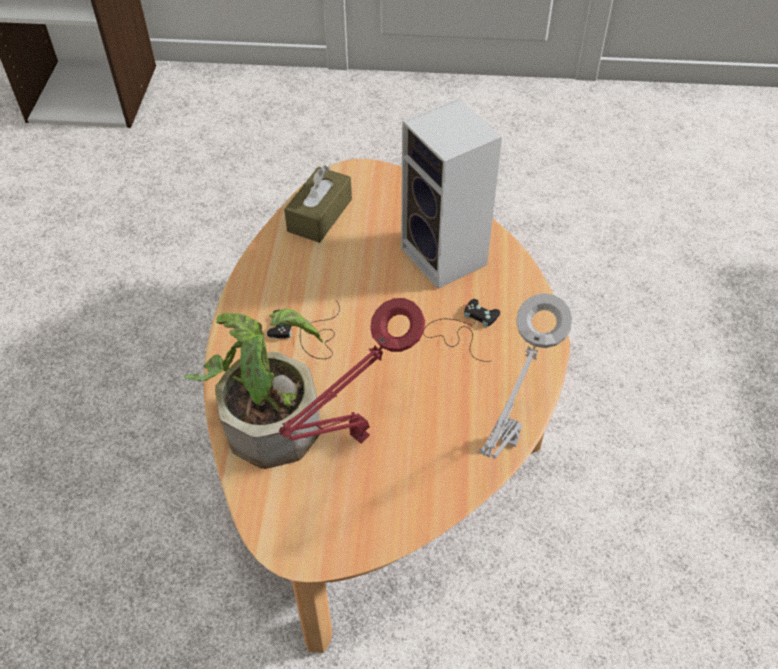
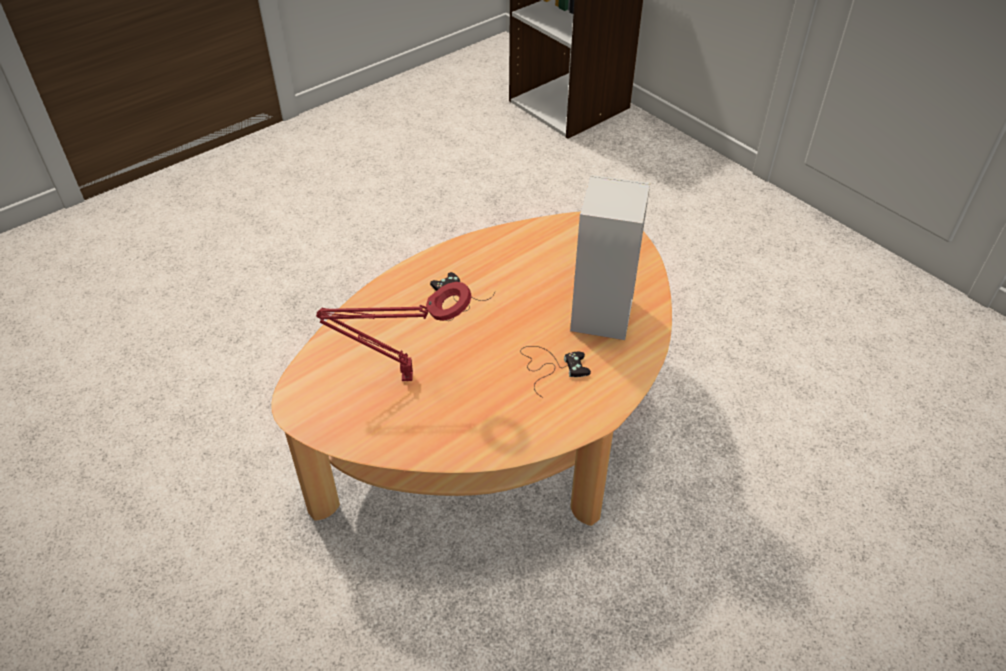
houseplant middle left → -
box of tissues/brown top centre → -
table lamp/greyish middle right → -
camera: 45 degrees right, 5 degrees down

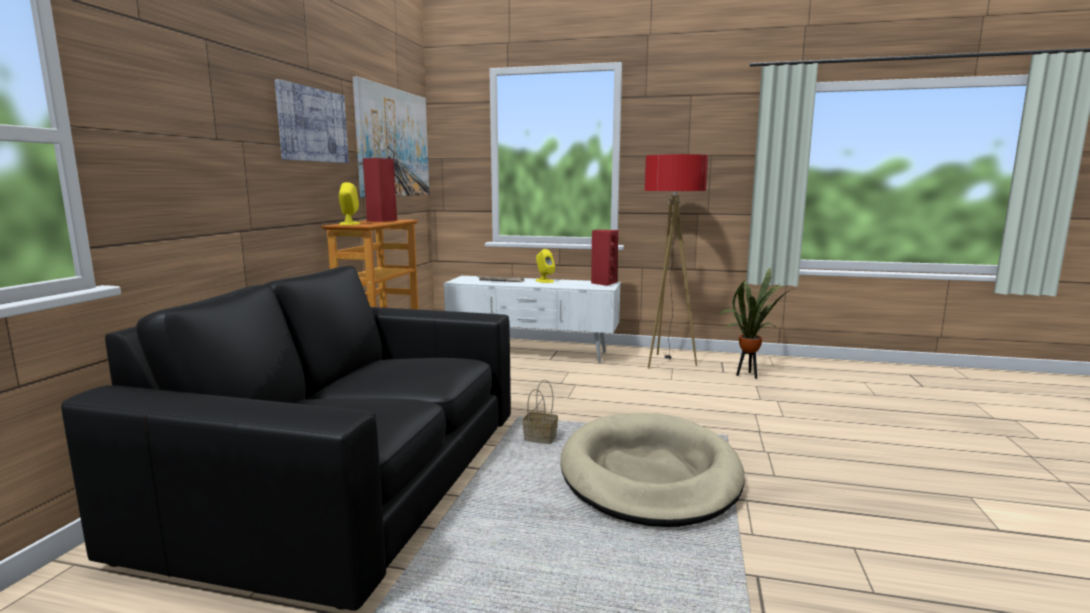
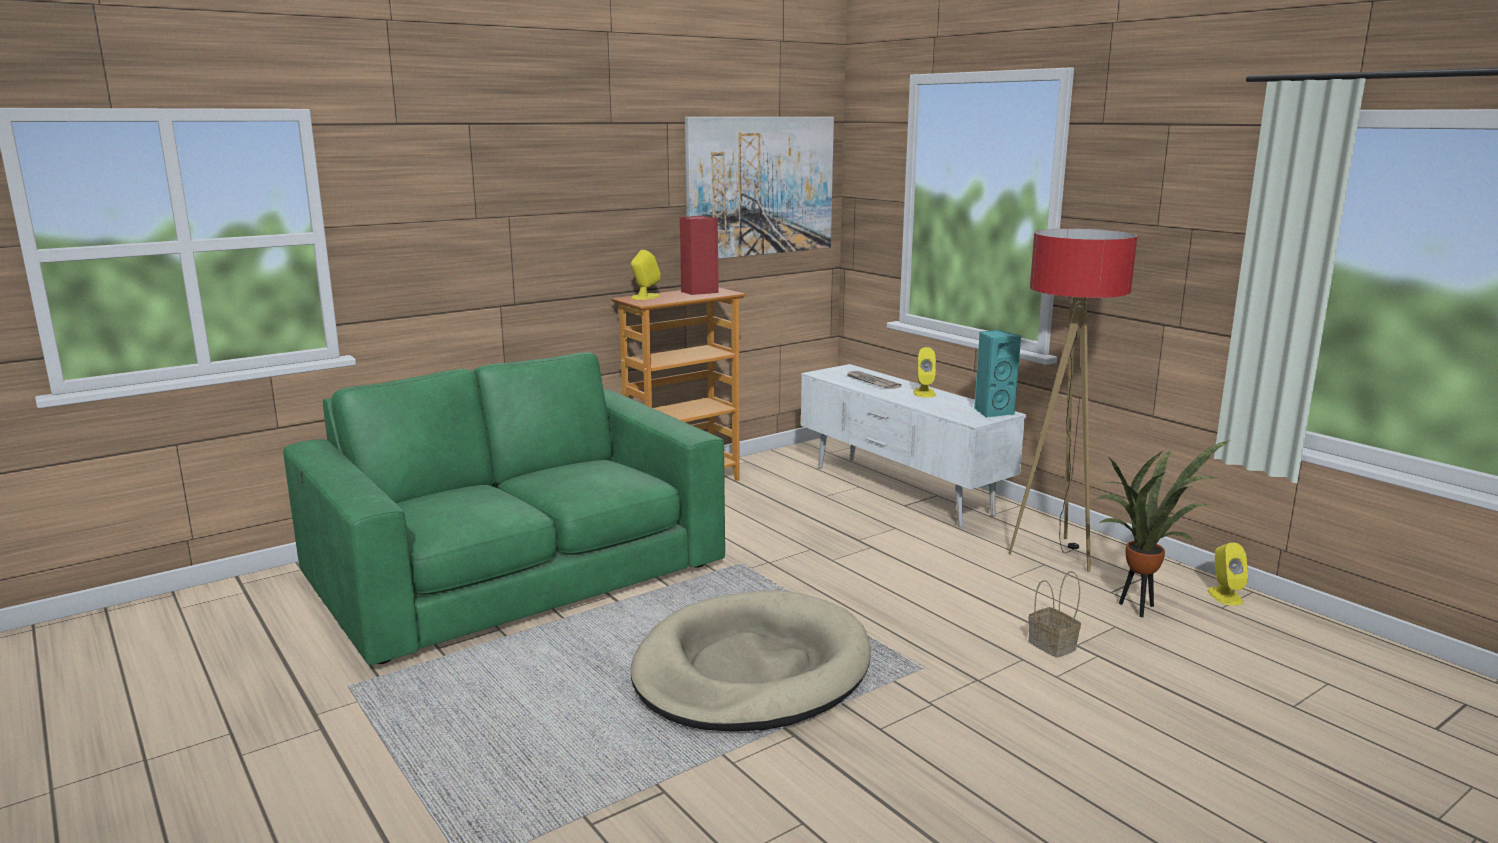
sofa/black-coloured bottom left → sofa/green-coloured centre
loudspeaker/reddish (2nd from left) centre → loudspeaker/turquoise centre
storage basket bottom centre → storage basket bottom right, move
- → loudspeaker/yellowish (3rd from left) bottom right
wall art (1st from left) top left → -
camera: 40 degrees right, 5 degrees up

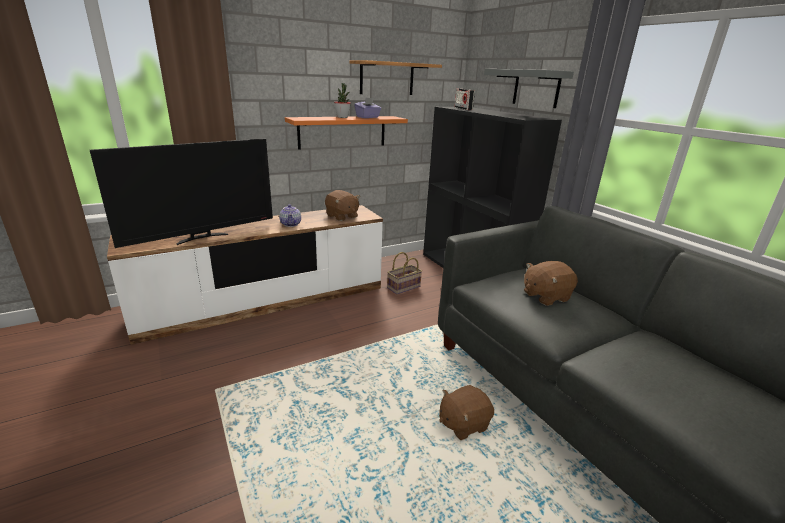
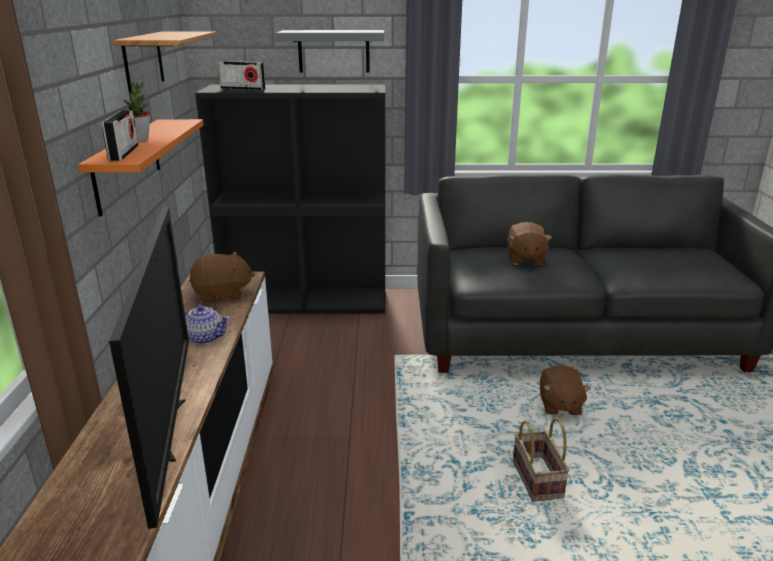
- → radio receiver (1st from left) top left
storage basket centre → storage basket bottom right, move
box of tissues/purple top centre → -
camera: 60 degrees left, 0 degrees up

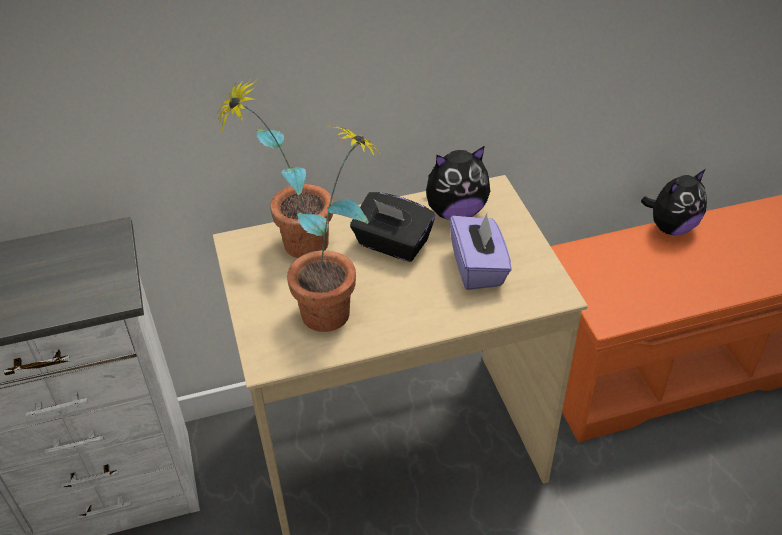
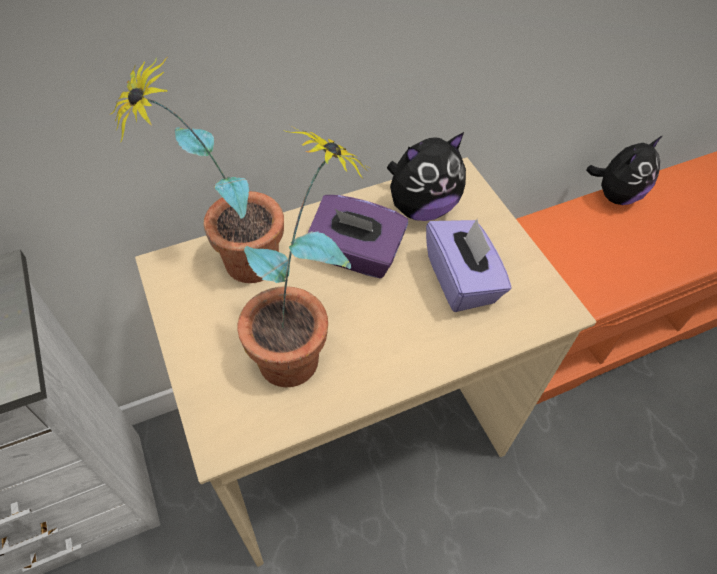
box of tissues/black-coloured centre → box of tissues/purple (1st from left) centre
camera: 10 degrees left, 10 degrees up

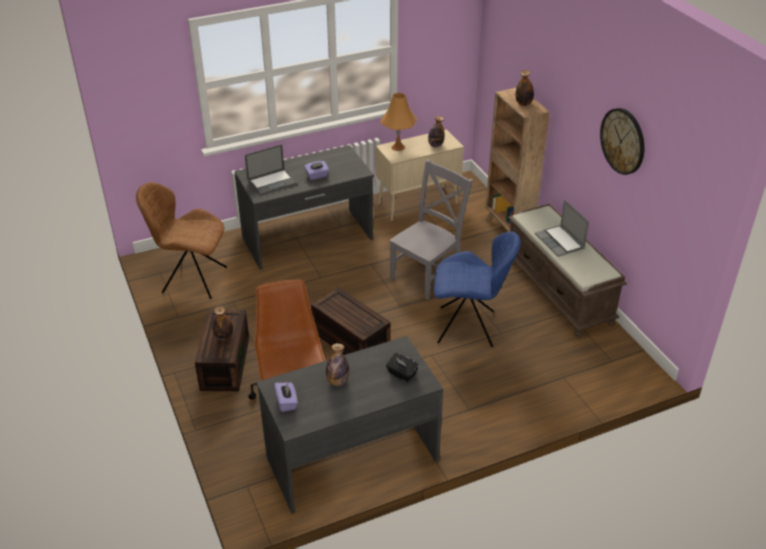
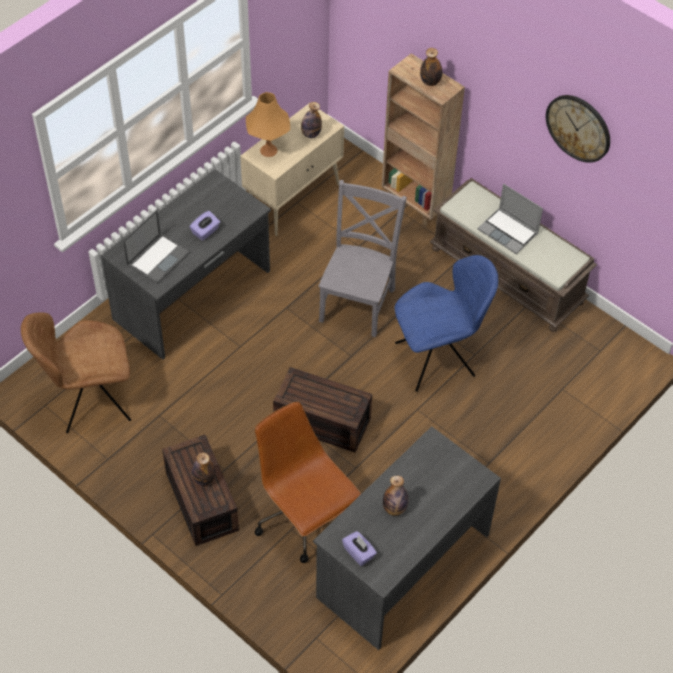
box of tissues/black-coloured bottom centre → -
camera: 25 degrees left, 15 degrees up

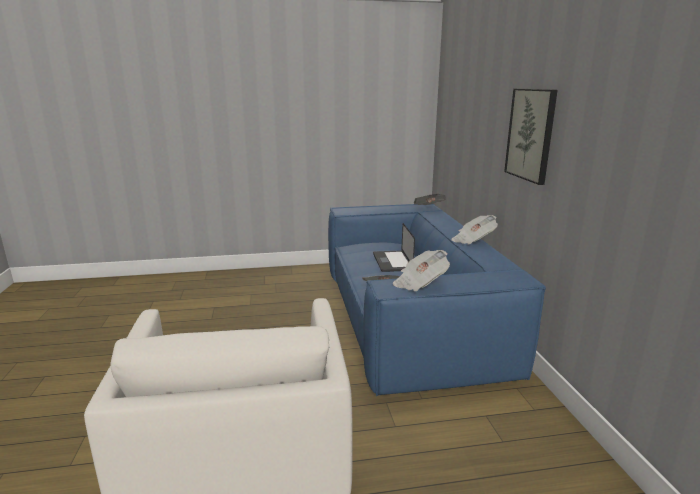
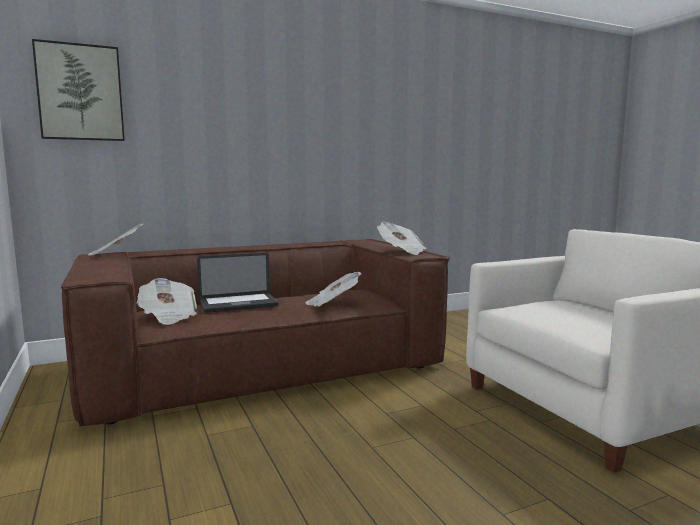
wall art top right → wall art top left, move
sofa/blue centre → sofa/brown centre
newspaper (4th from left in the first image) middle right → newspaper (2nd from left) middle left, move
camera: 105 degrees left, 10 degrees down

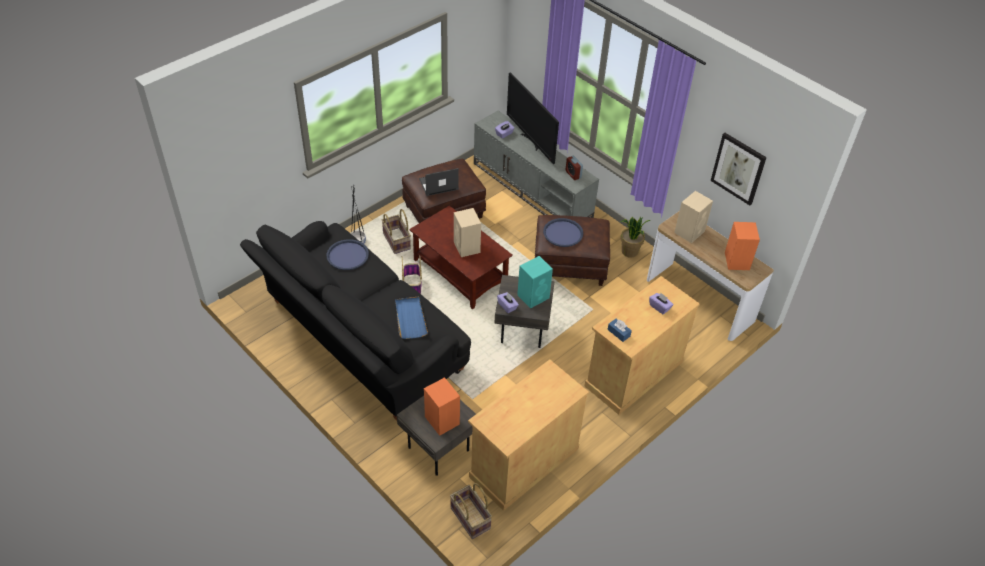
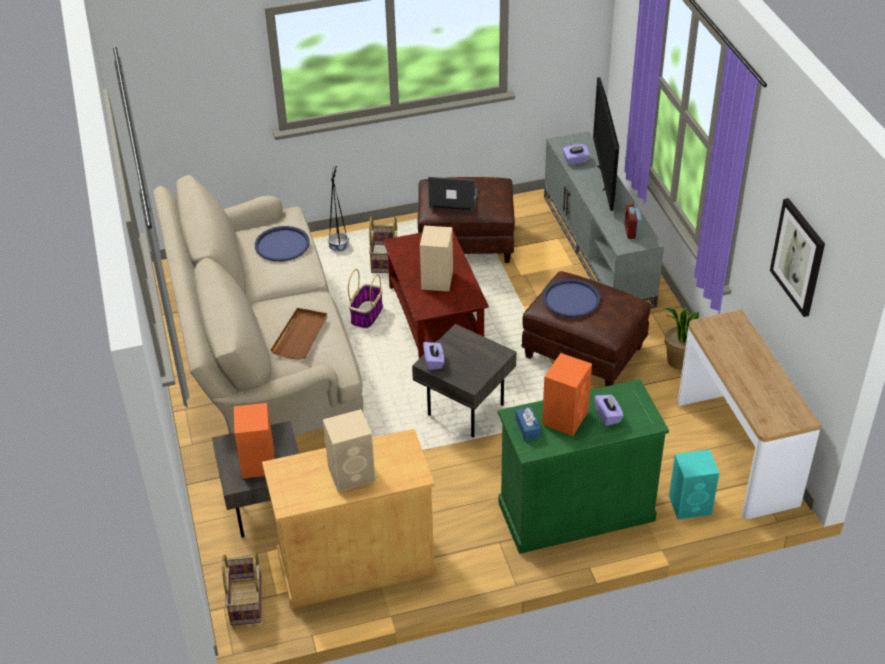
sofa/black-coloured centre → sofa/beige-coloured middle left
carrying tray/blue (2nd from left) centre → carrying tray/brown centre
loudspeaker/beige-coloured (2nd from left in the first image) middle right → loudspeaker/beige-coloured (1st from left) bottom centre, move
cabinet/beige-coloured (2nd from left) centre → cabinet/green-coloured bottom centre
loudspeaker/orangey (2nd from left) middle right → loudspeaker/orangey (2nd from left) centre, move
loudspeaker/turquoise centre → loudspeaker/turquoise bottom right, move
camera: 30 degrees right, 5 degrees down

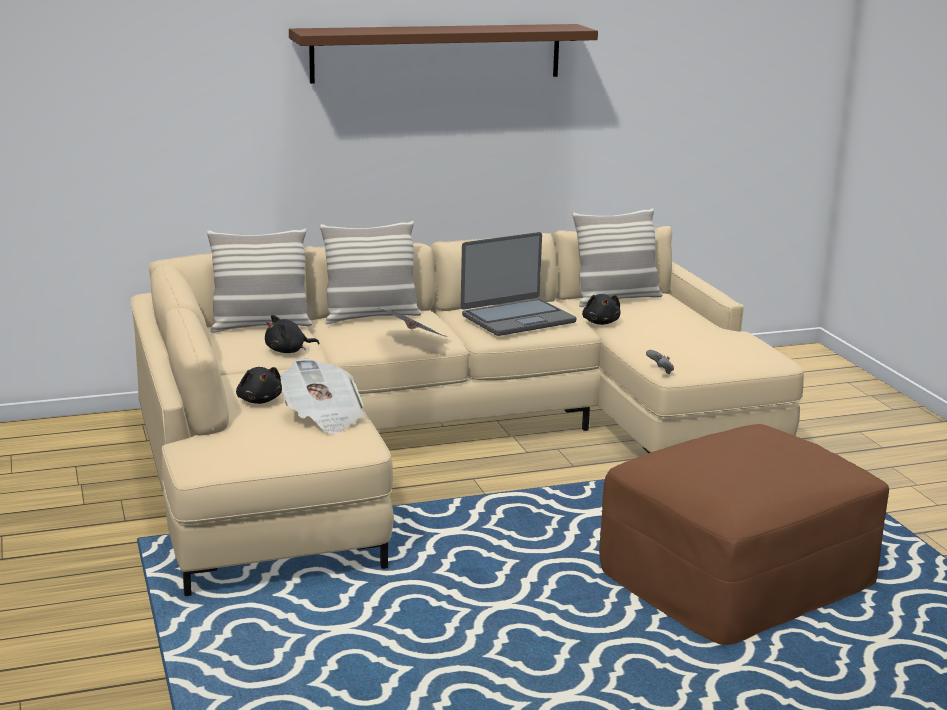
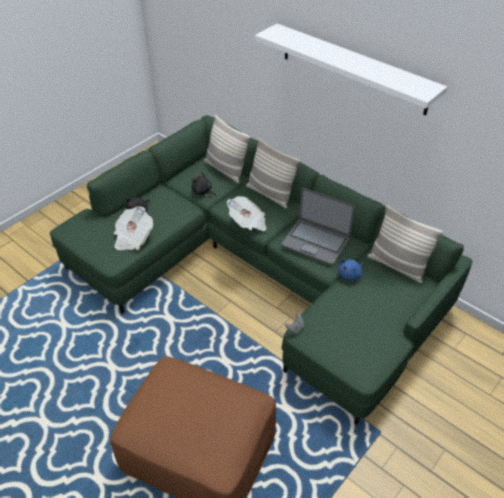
sofa/beige-coloured centre → sofa/green-coloured centre
bracket shelf/brown top centre → bracket shelf/whitish top right
soft toy/black-coloured (3rd from left) centre → soft toy/blue middle right
camera: 60 degrees right, 25 degrees up

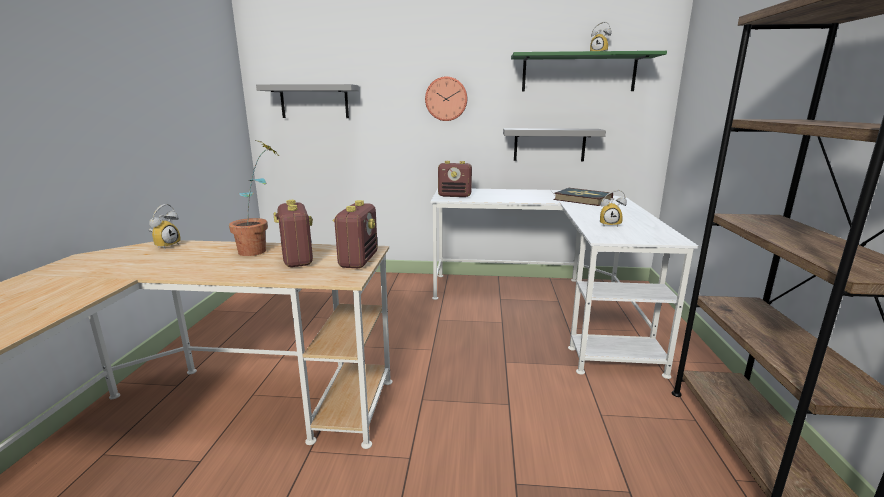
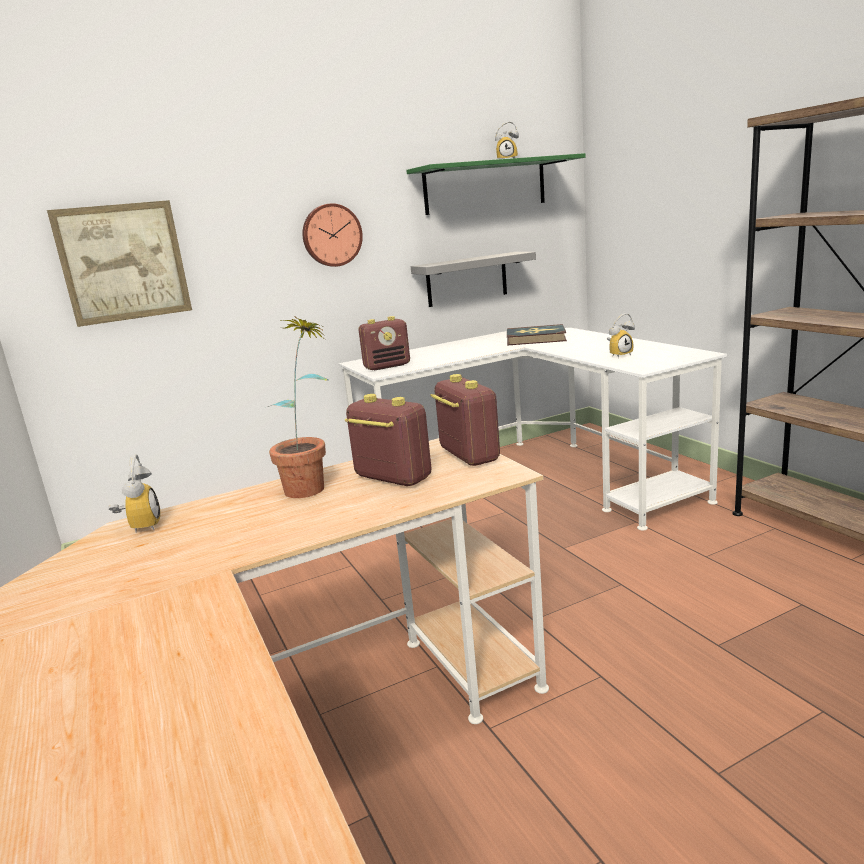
bracket shelf/greyish (1st from left) top centre → wall art top left
camera: 30 degrees left, 0 degrees up

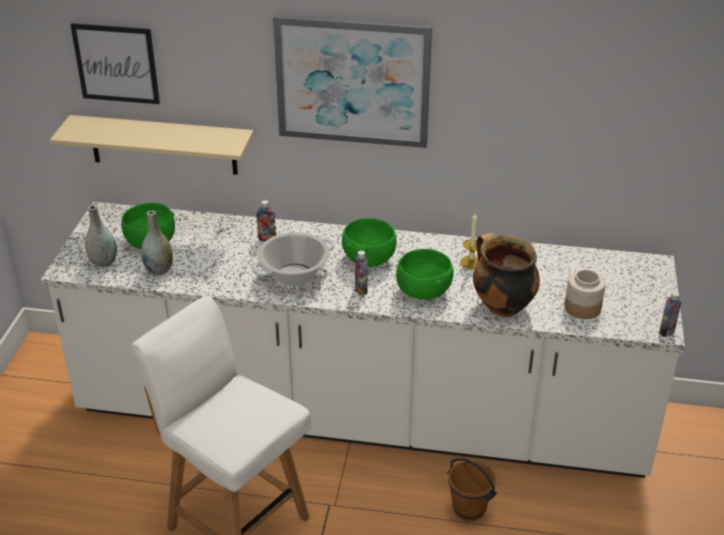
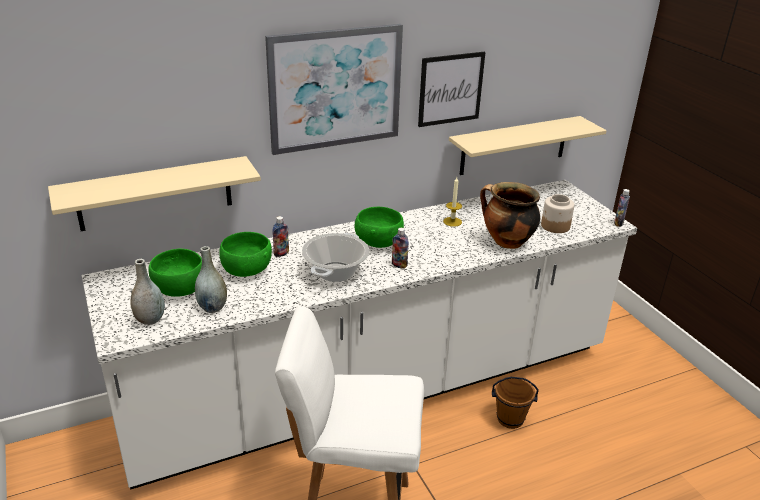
deep dish/green-coloured (3rd from left in the first image) centre → deep dish/green-coloured (2nd from left) middle left, move
wall art (1st from left in the first image) top left → wall art (2nd from left) top centre, move
- → bracket shelf/beige-coloured (2nd from left) top right
camera: 35 degrees left, 5 degrees down

